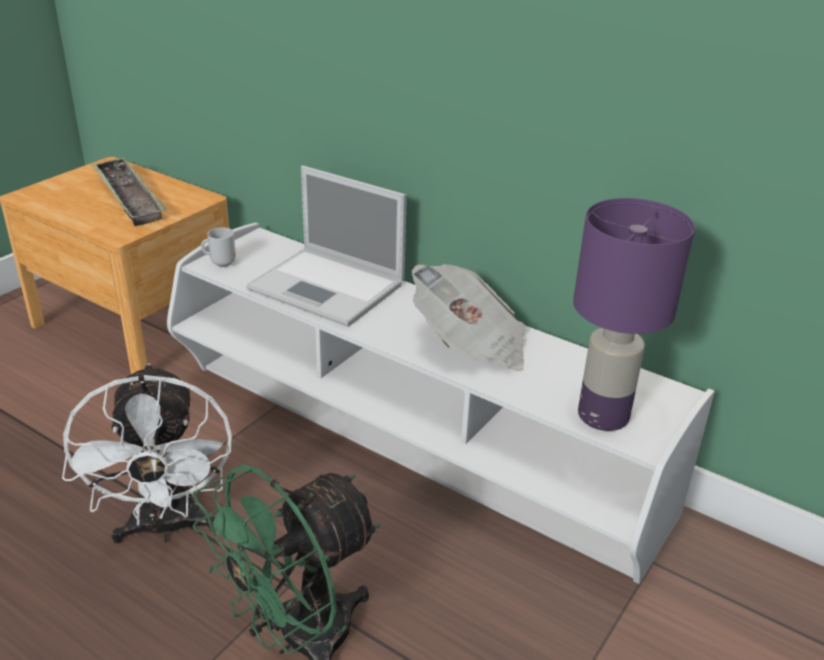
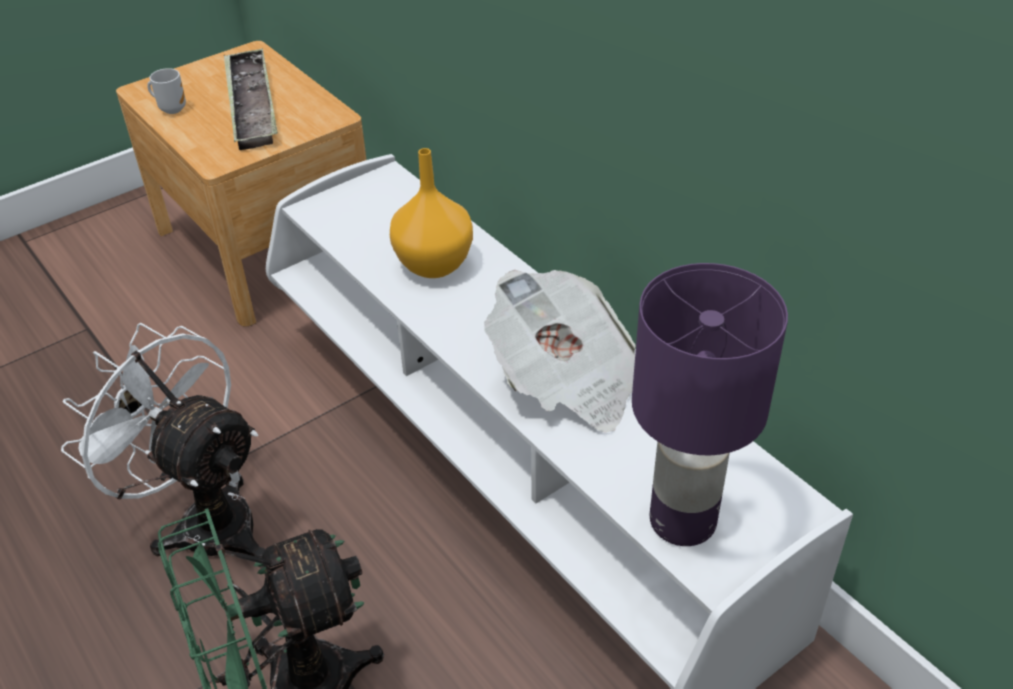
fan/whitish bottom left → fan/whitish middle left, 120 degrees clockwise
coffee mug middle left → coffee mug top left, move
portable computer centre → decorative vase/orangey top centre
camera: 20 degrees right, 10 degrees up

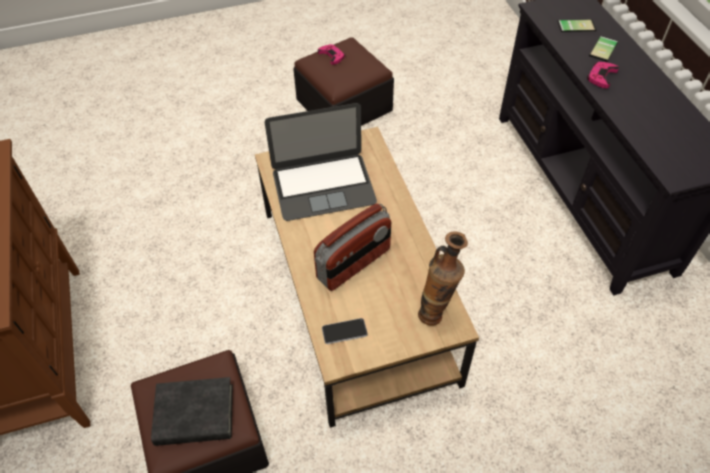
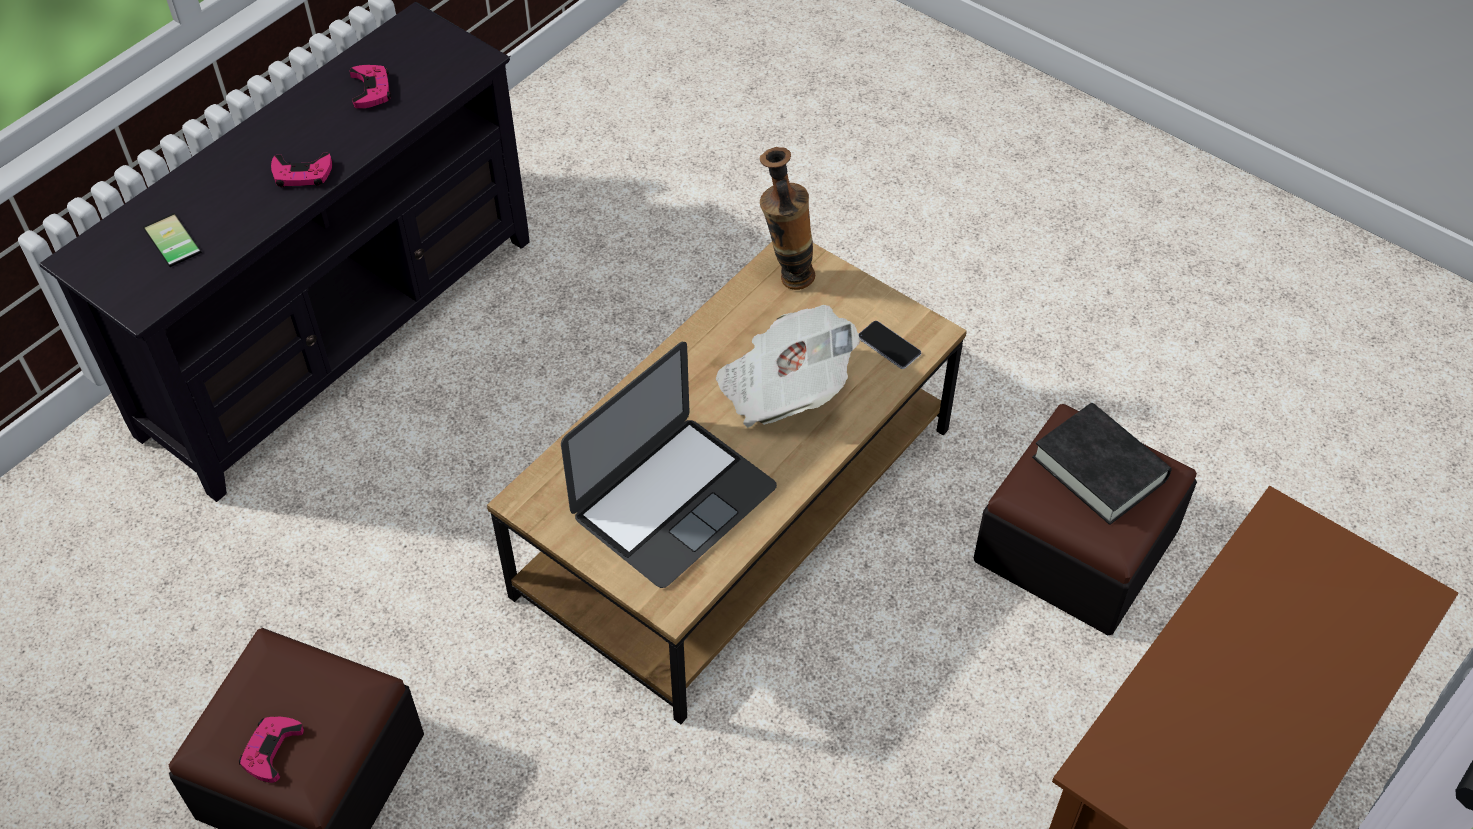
- → joypad/pink (3rd from left) top left
portable computer centre, 90 degrees clockwise
radio receiver centre → newspaper centre
handset (3rd from left) top right → -
camera: 125 degrees left, 0 degrees up

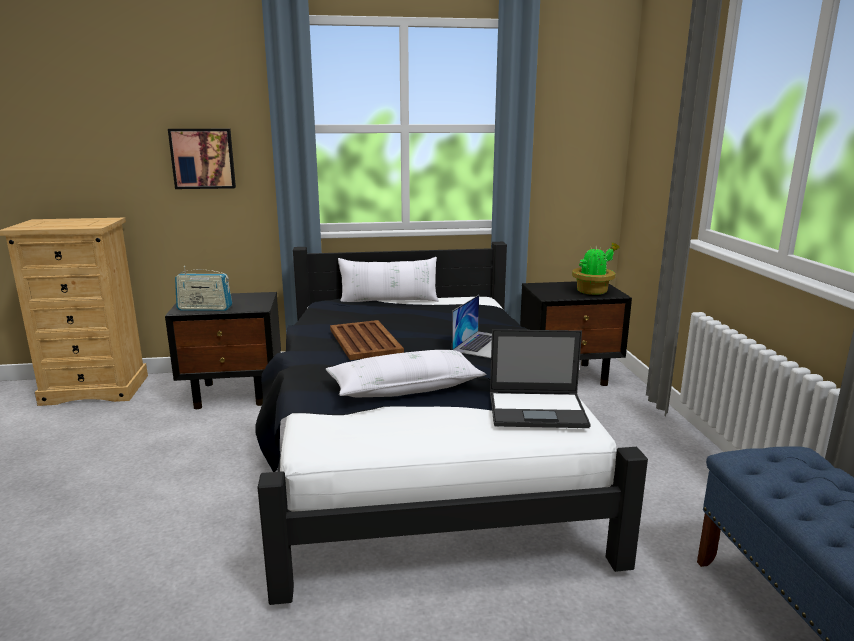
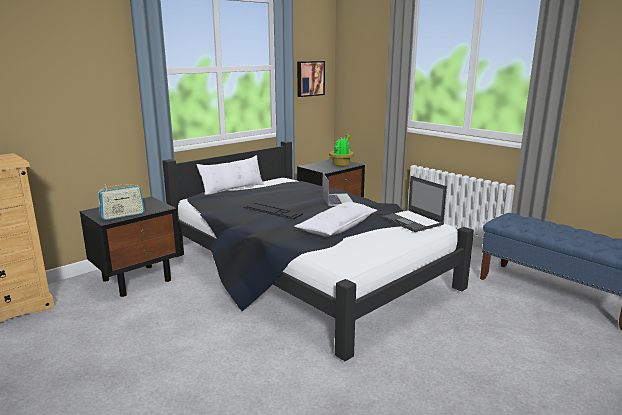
carrying tray/brown centre → computer keyboard centre
wall art top left → wall art top centre, move
portable computer (2nd from left) centre, 90 degrees clockwise
camera: 35 degrees left, 0 degrees up

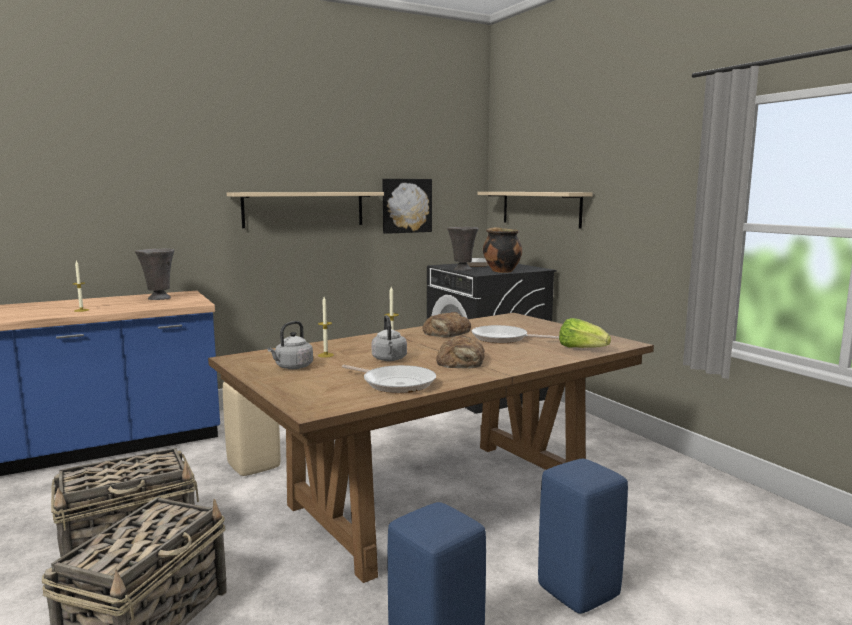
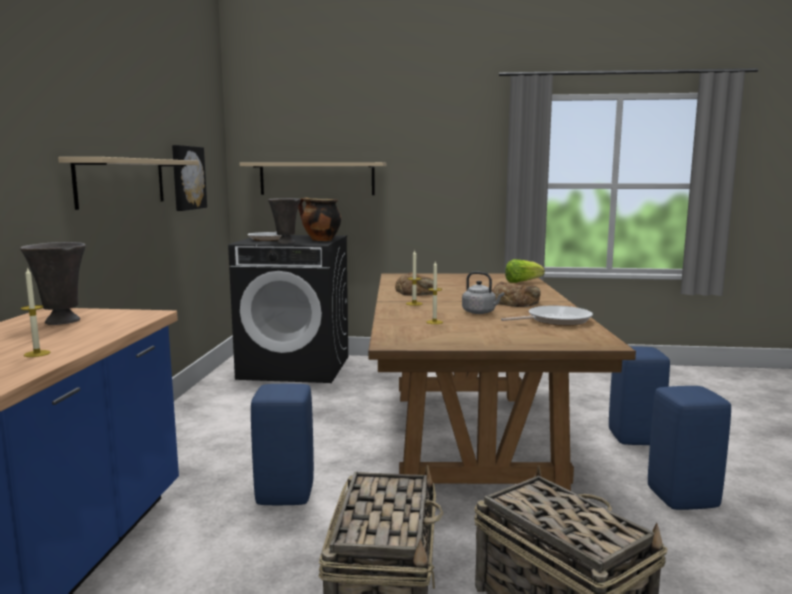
sitting stool/beige-coloured bottom left → sitting stool/blue (1st from left) bottom centre
water kettle/greyish (1st from left) centre → -
frying pan (3rd from left) centre → -
camera: 55 degrees left, 0 degrees up

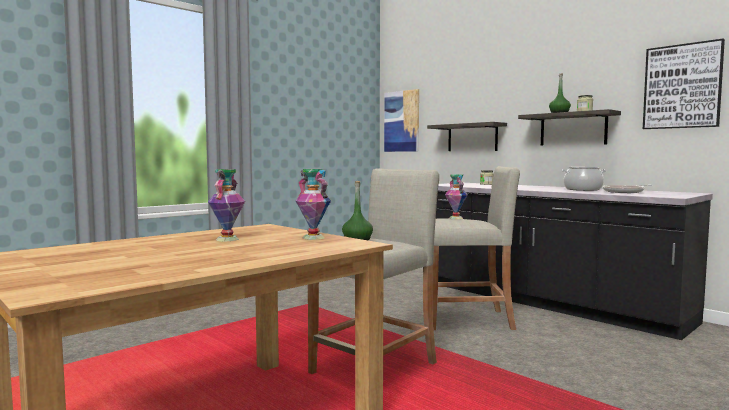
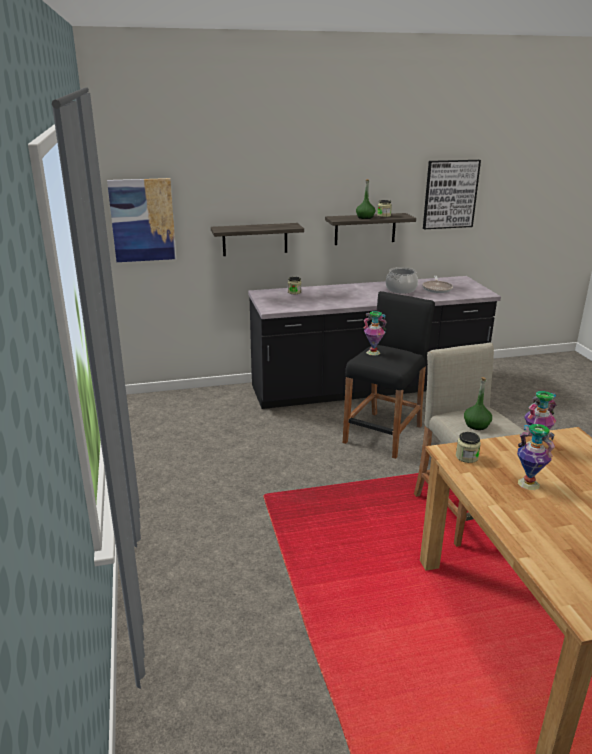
sitting stool/beige-coloured (2nd from left) centre → sitting stool/black-coloured centre
- → preserve jar (3rd from left) middle right
camera: 60 degrees left, 20 degrees up

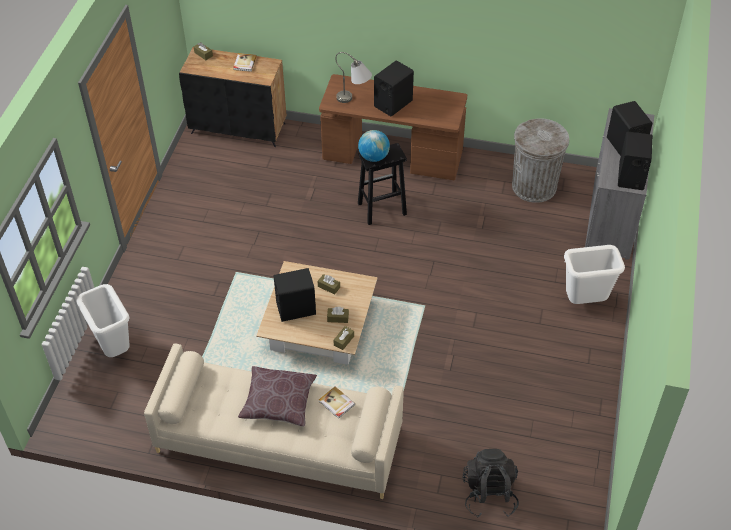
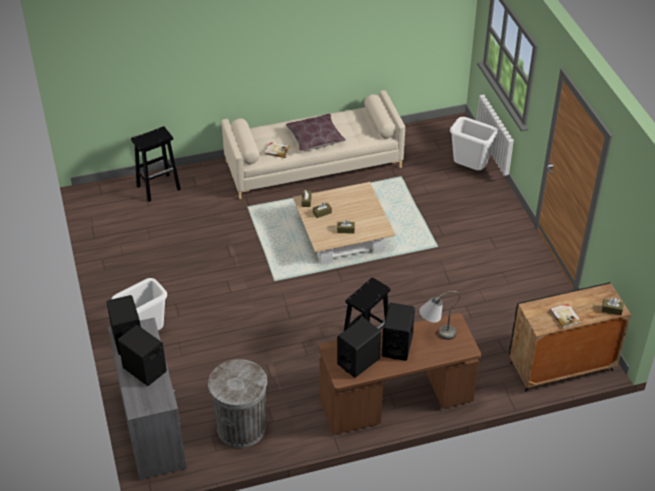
backpack/black-coloured bottom right → sitting stool/black-coloured (1st from left) middle left
loudspeaker/black-coloured (1st from left in the first image) centre → loudspeaker/black-coloured (3rd from left) bottom centre, move
world globe top centre → -
camera: 150 degrees right, 5 degrees down

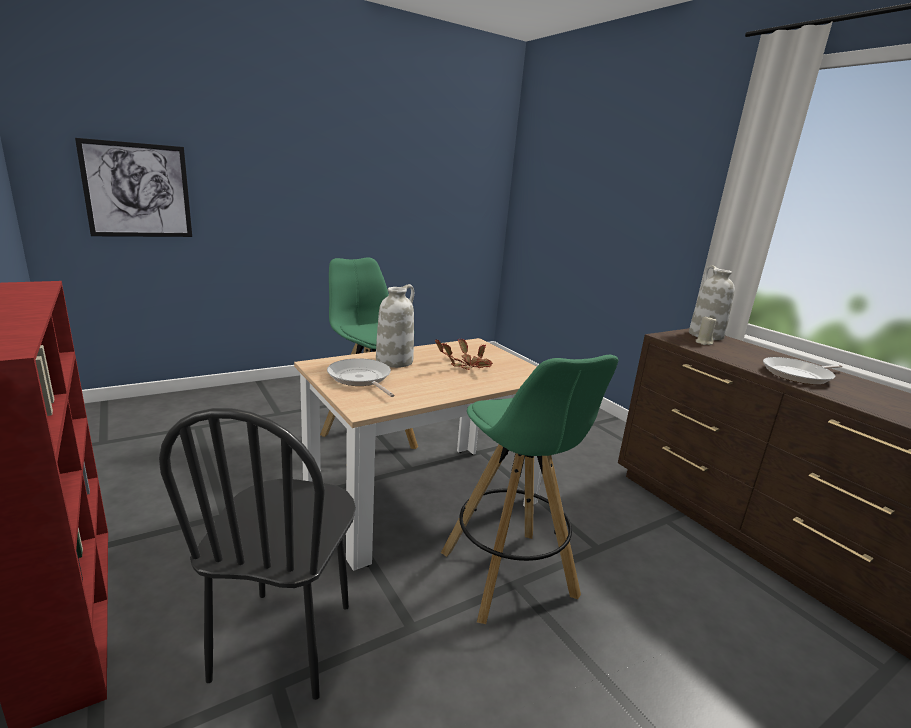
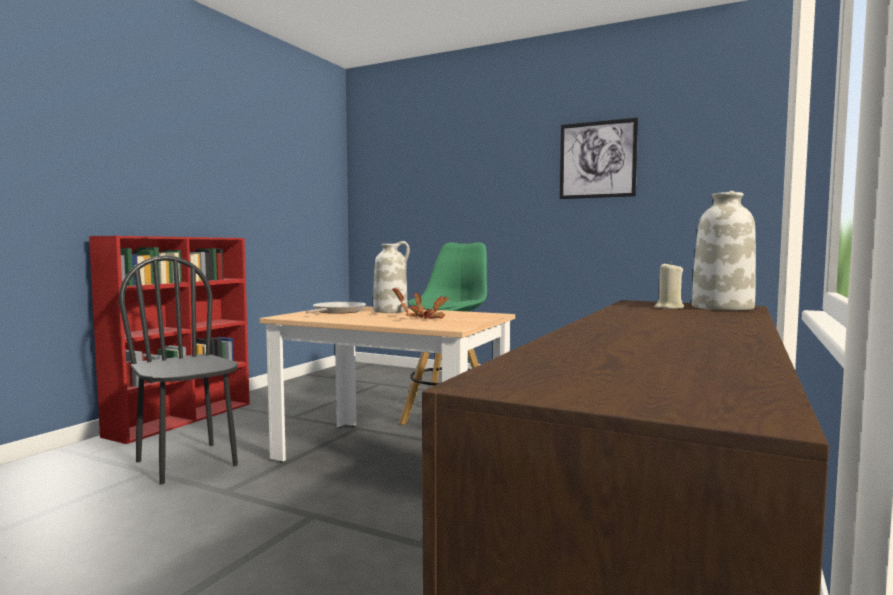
chair/black-coloured bottom left → chair/black-coloured middle left, 75 degrees clockwise
wall art top left → wall art top right, move
sitting stool/green-coloured (2nd from left) bottom centre → -
frying pan (2nd from left) middle right → -
camera: 60 degrees right, 15 degrees down

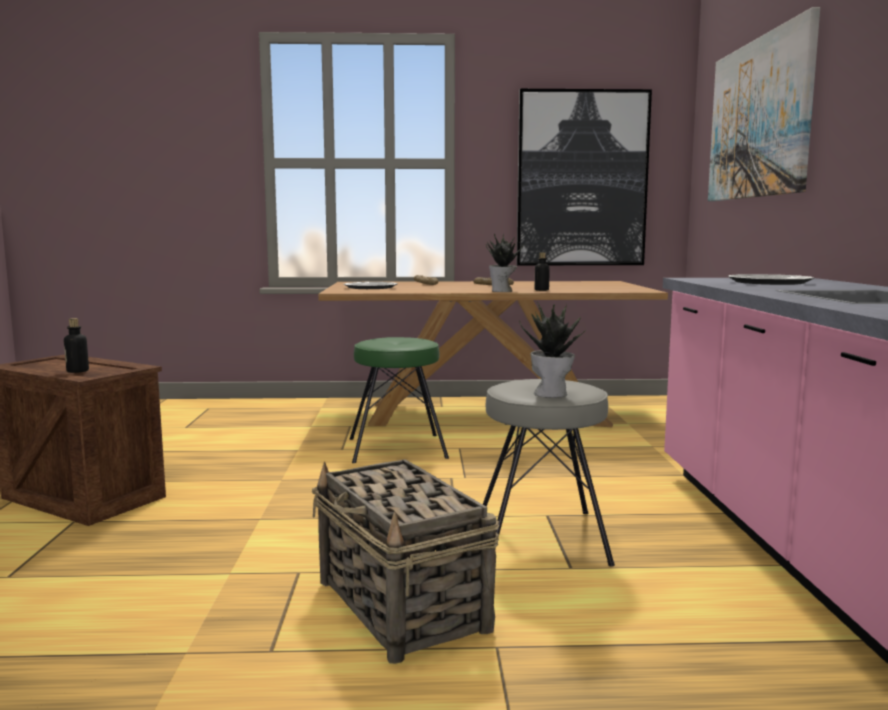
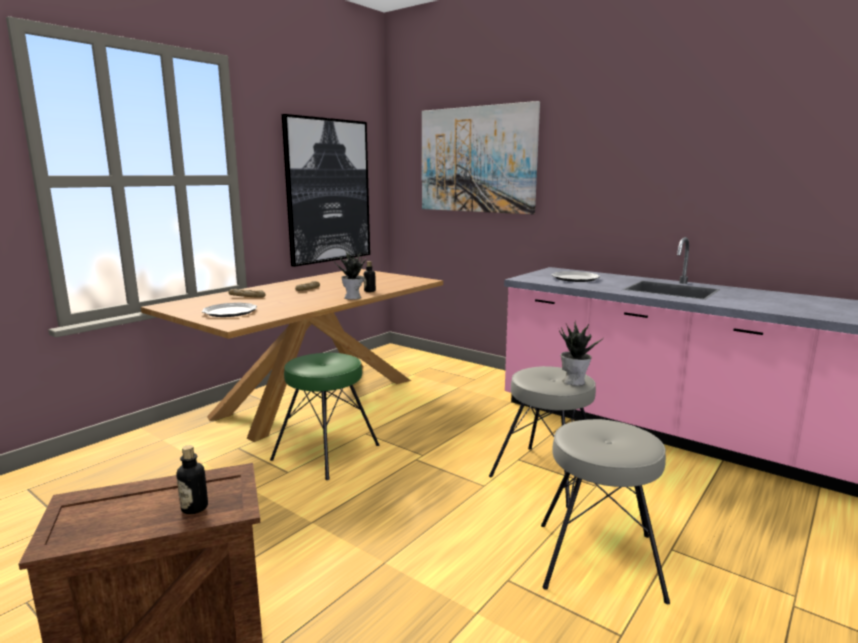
storage basket bottom centre → sitting stool/greyish (2nd from left) bottom right
camera: 50 degrees left, 5 degrees up

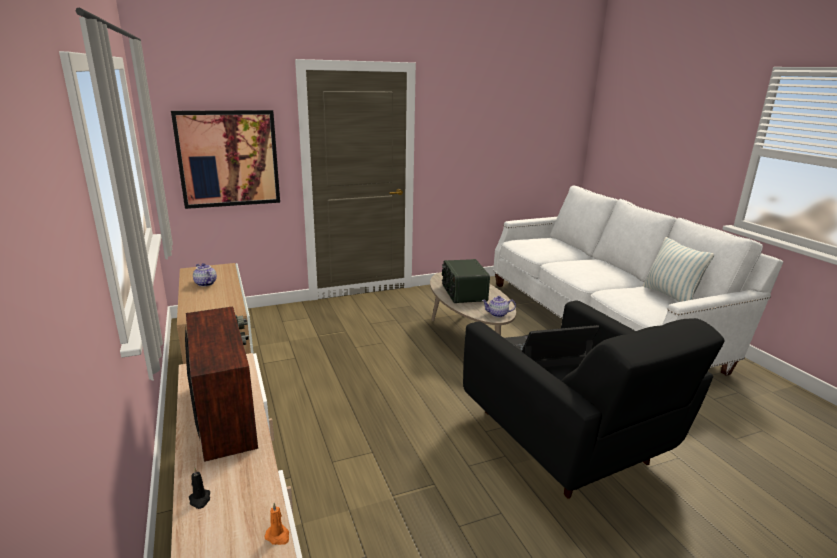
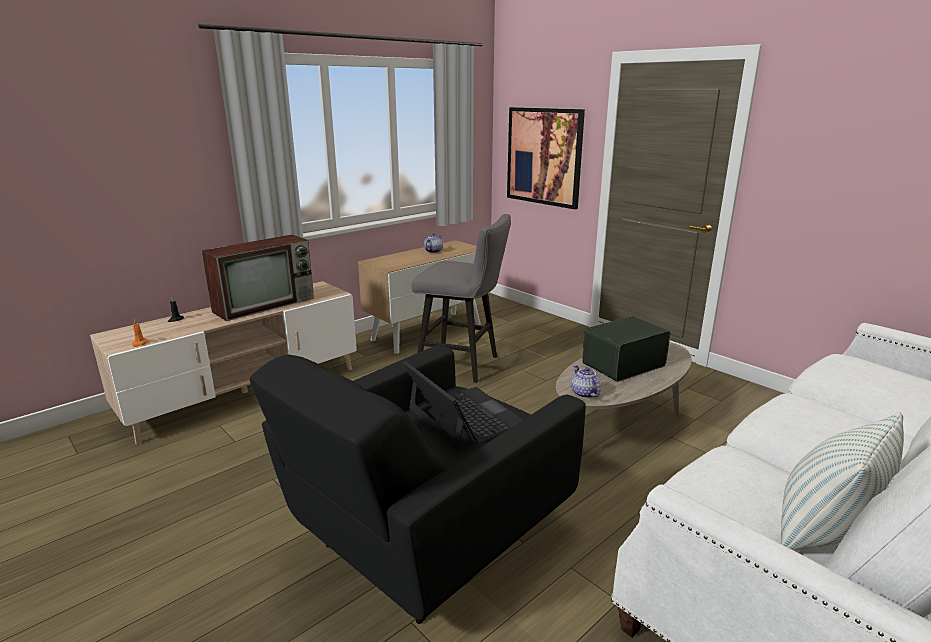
- → sitting stool/greyish centre
camera: 70 degrees right, 0 degrees up

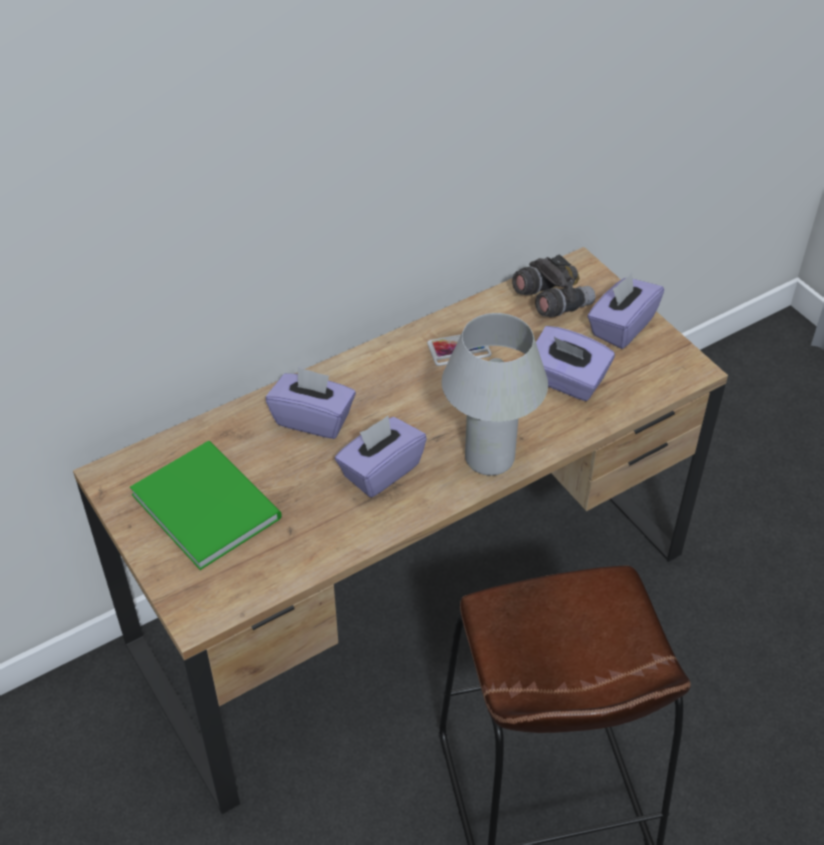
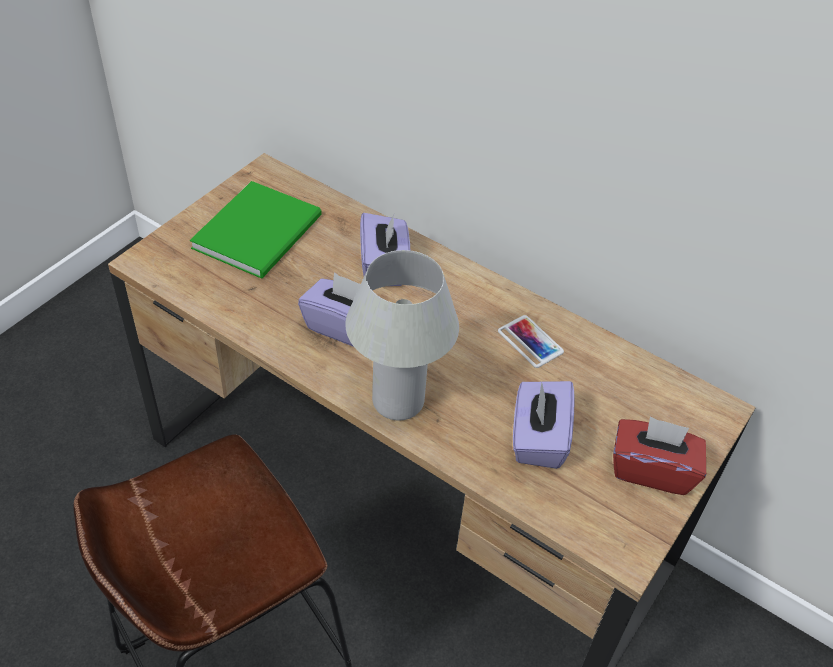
box of tissues/purple (4th from left) middle right → box of tissues/reddish bottom right
field glasses/greyish middle right → -
camera: 65 degrees right, 0 degrees up

